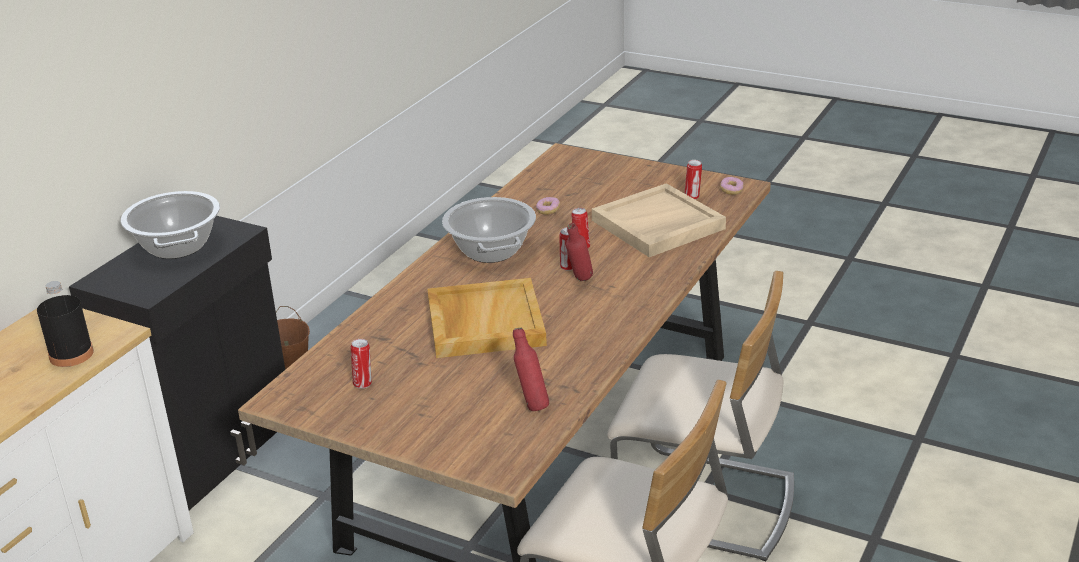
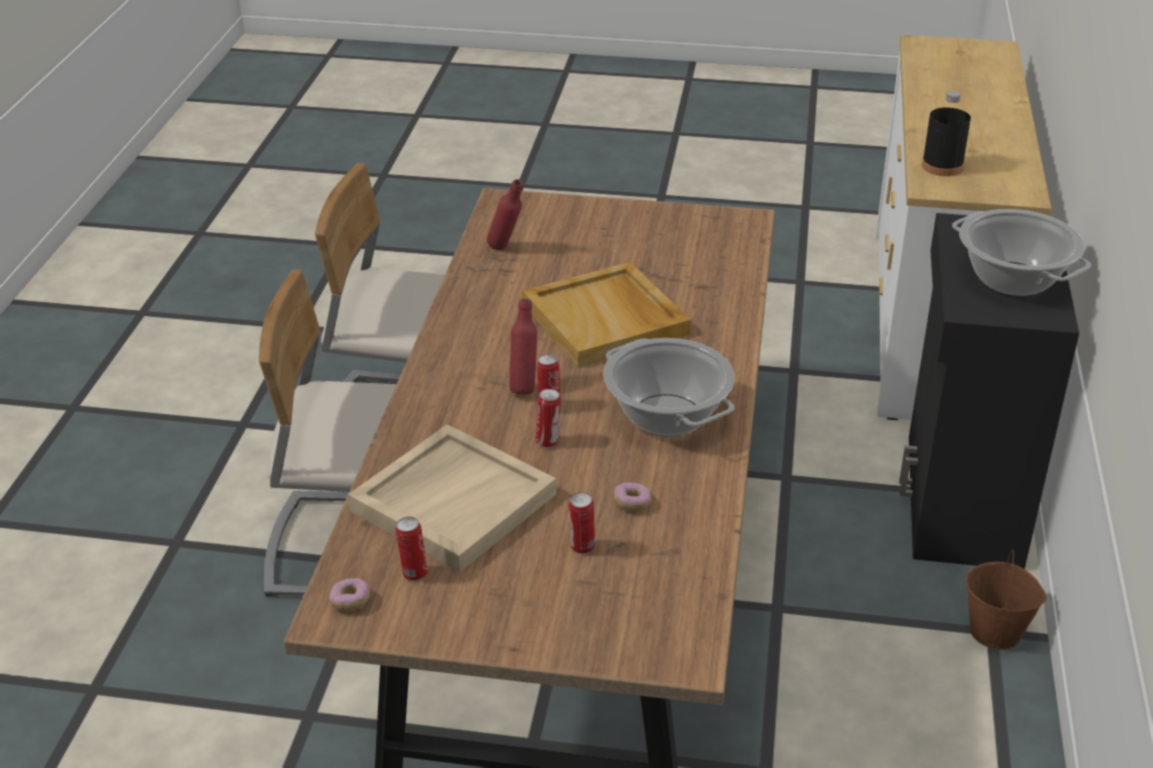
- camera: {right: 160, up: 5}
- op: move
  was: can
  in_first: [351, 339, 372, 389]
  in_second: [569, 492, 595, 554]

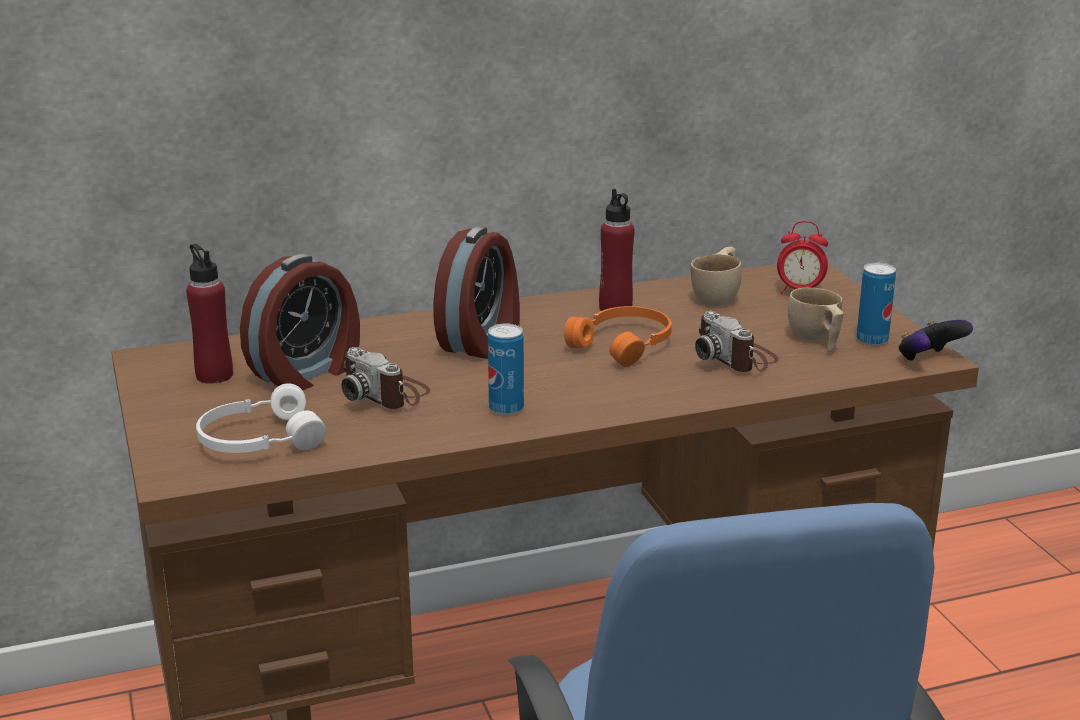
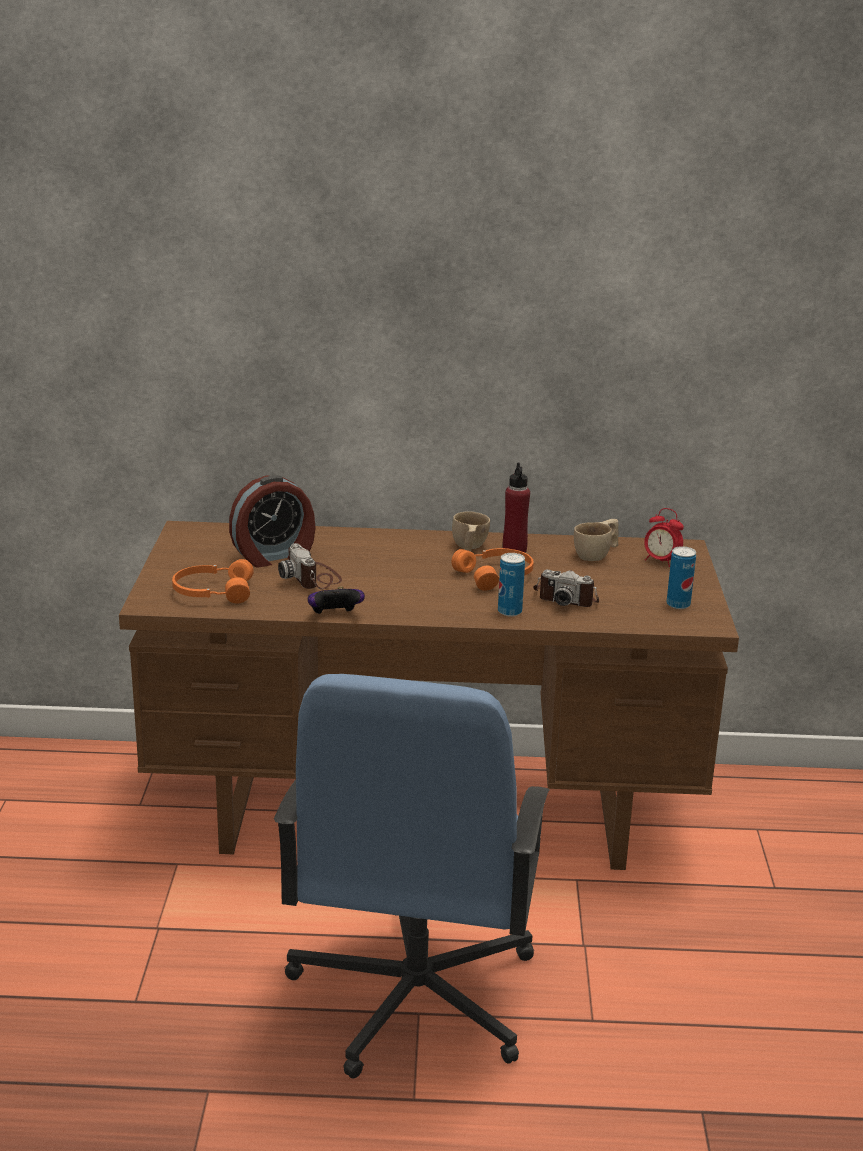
- camera: {right: 20, up: 0}
- op: delete
  was: red bottle
  in_first: [186, 244, 233, 384]
- op: delete
  was: alarm clock
  in_first: [433, 226, 520, 359]
- op: move
  was: can
  in_first: [488, 324, 524, 415]
  in_second: [498, 553, 525, 617]
- op: move
  was: beige cup
  in_first: [788, 288, 844, 352]
  in_second: [452, 511, 490, 551]
- op: move
  was: game controller
  in_first: [899, 320, 973, 362]
  in_second: [308, 587, 365, 614]
- op: recolor
  was: white headphones
  now: orange headphones
  in_first: [196, 383, 326, 453]
  in_second: [172, 559, 254, 604]
- op: rotate
  was: photo camera
  in_first: [695, 311, 779, 372]
  in_second: [533, 569, 599, 607]
  clockwise: -60

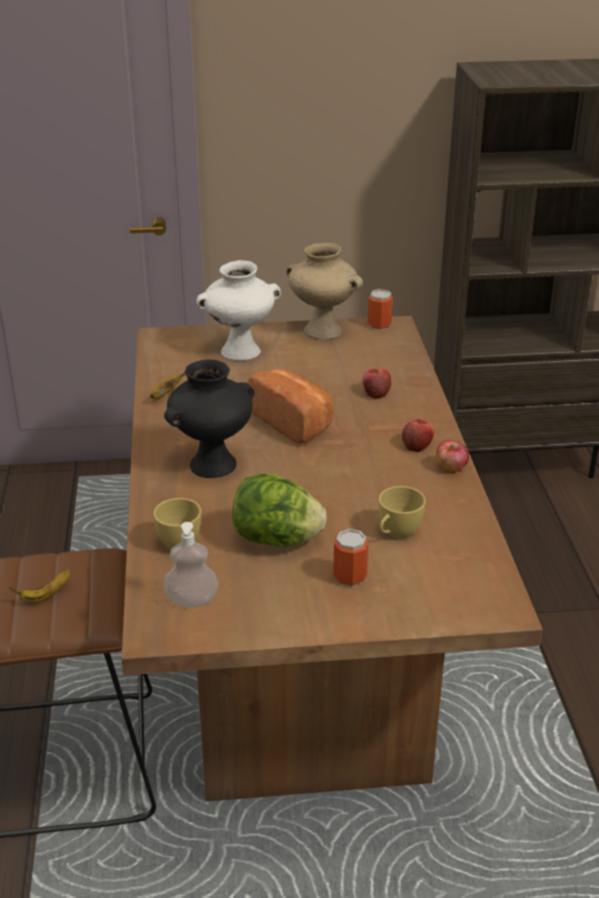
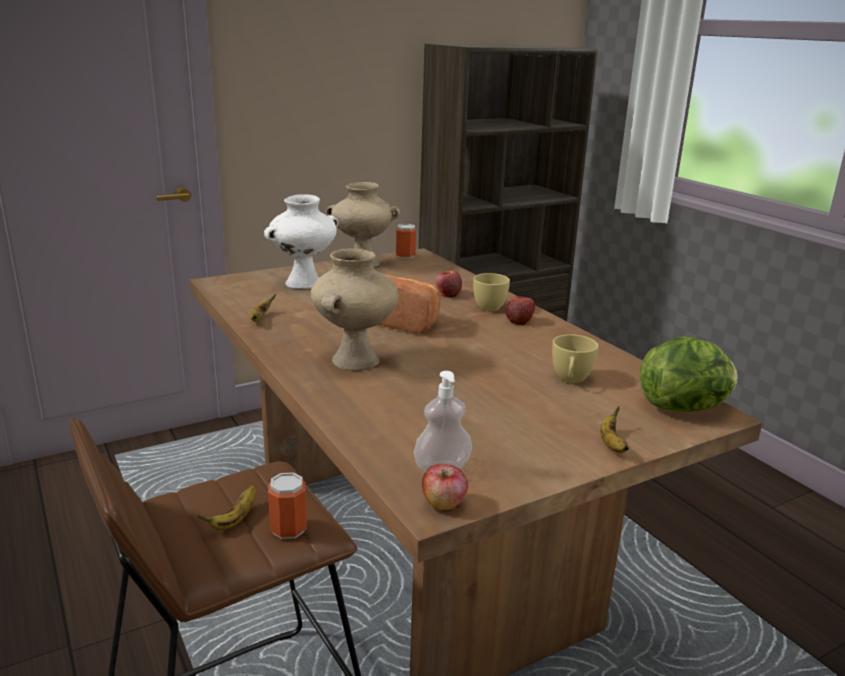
- camera: {right: -25, up: -10}
- op: insert
  now: banana
  in_second: [600, 406, 629, 453]
- op: move
  was: yellow cup
  in_first: [153, 498, 201, 550]
  in_second: [473, 273, 510, 311]
- op: move
  was: lettuce
  in_first: [232, 474, 327, 547]
  in_second: [640, 337, 738, 412]
- op: move
  was: can
  in_first: [333, 529, 368, 587]
  in_second: [268, 472, 307, 539]
- op: move
  was: apple
  in_first: [436, 440, 469, 473]
  in_second: [422, 464, 468, 512]
- op: recolor
  was: black vase
  now: beige vase
  in_first: [164, 360, 254, 478]
  in_second: [311, 248, 398, 371]

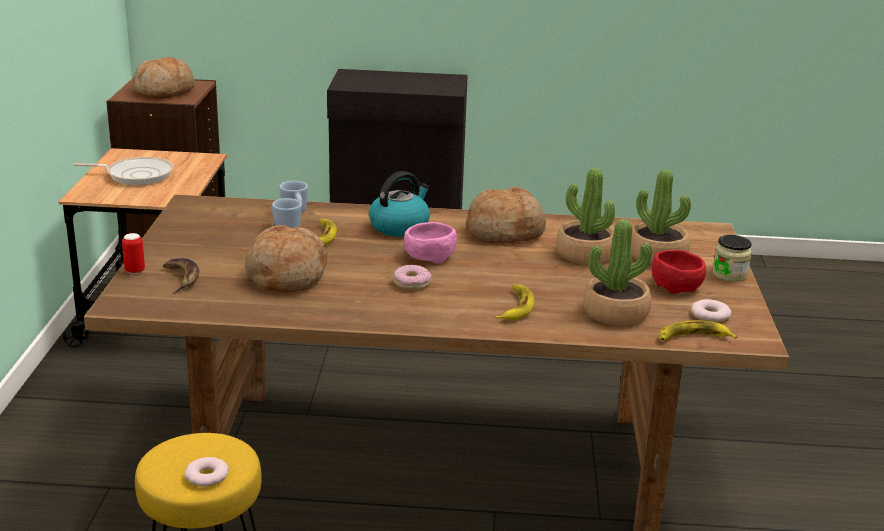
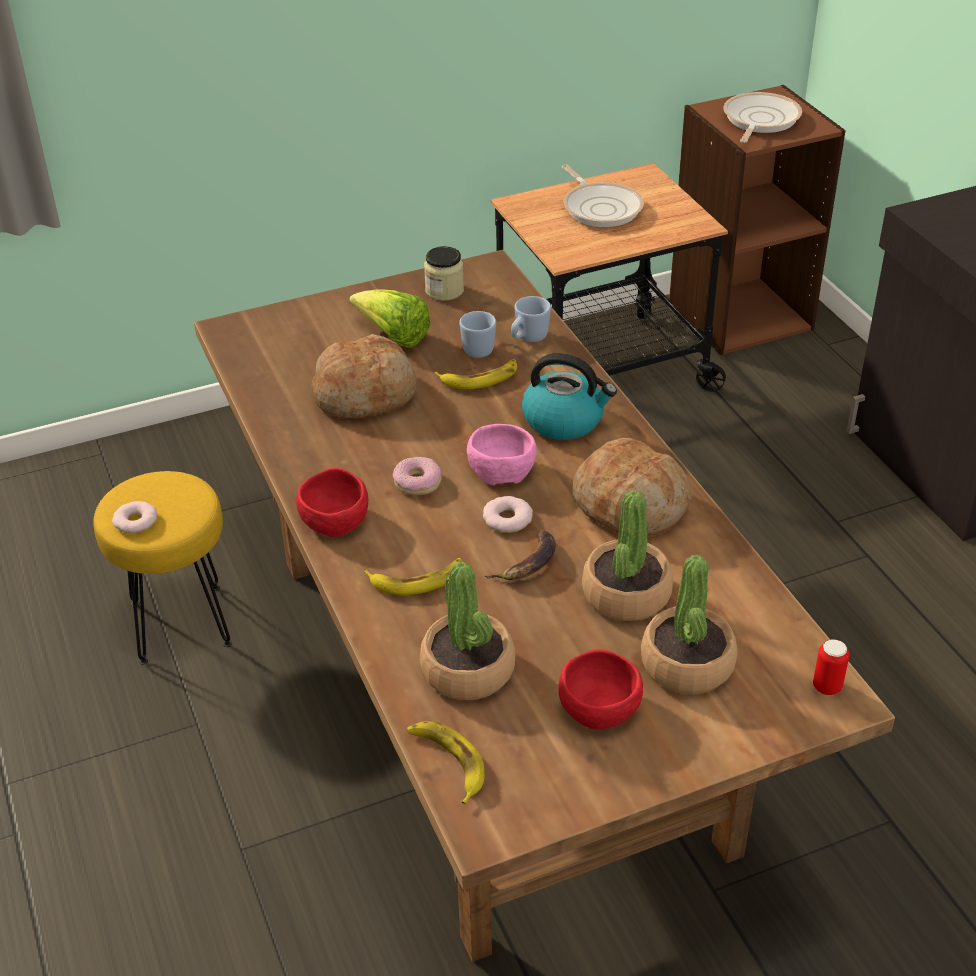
- camera: {right: 65, up: 15}
- op: insert
  now: red bowl
  in_second: [296, 468, 368, 537]
- op: insert
  now: lettuce
  in_second: [349, 290, 430, 348]
- op: move
  was: can
  in_first: [122, 233, 145, 274]
  in_second: [813, 639, 849, 695]
- op: move
  was: banana
  in_first: [163, 258, 199, 294]
  in_second: [485, 531, 556, 580]
- op: move
  was: donut
  in_first: [691, 299, 732, 323]
  in_second: [483, 496, 533, 533]
- op: move
  was: jar
  in_first: [712, 235, 752, 282]
  in_second: [424, 246, 464, 301]
- op: replace
  was: bread
  now: frying pan
  in_first: [133, 57, 195, 99]
  in_second: [724, 92, 802, 143]

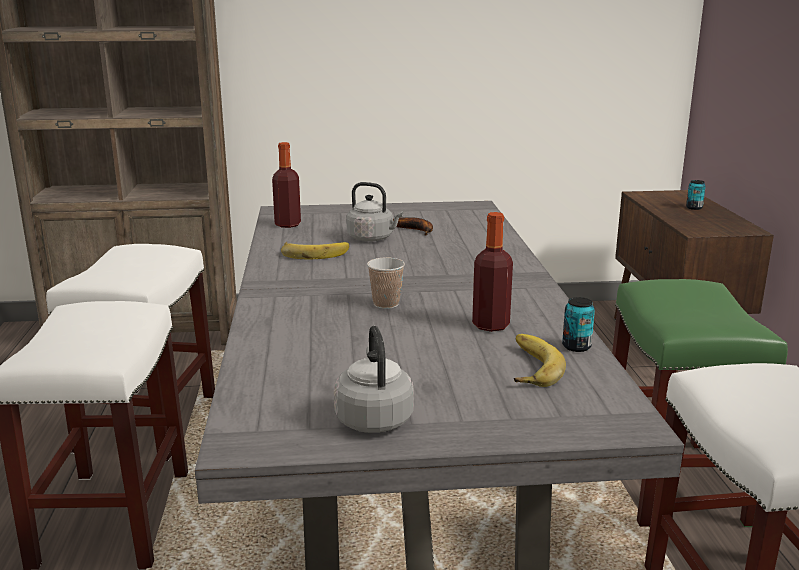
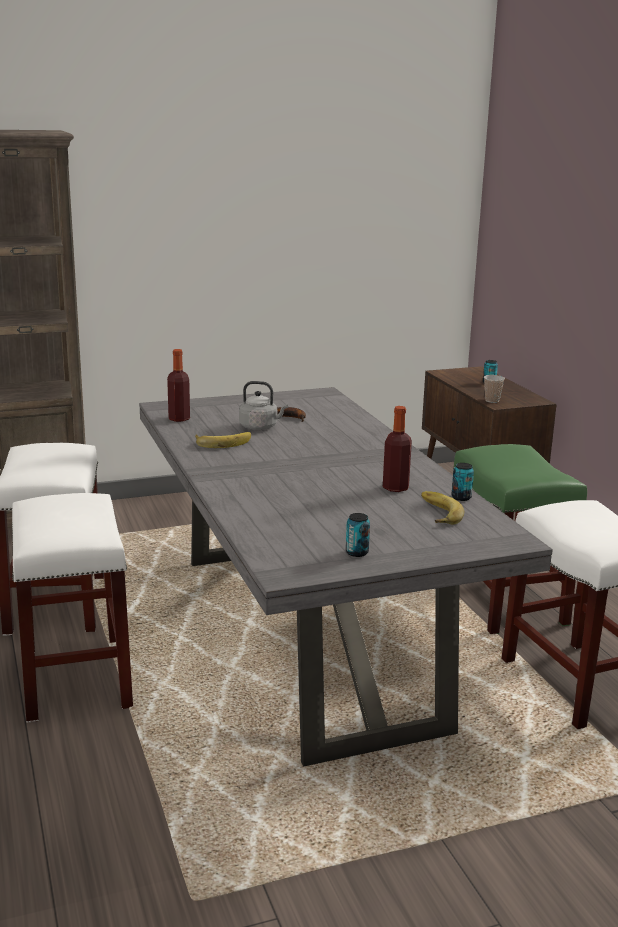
- camera: {right: -15, up: 0}
- op: move
  was: cup
  in_first: [367, 257, 405, 309]
  in_second: [484, 375, 505, 403]
- op: replace
  was: grey kettle
  now: can
  in_first: [334, 326, 414, 433]
  in_second: [346, 513, 370, 557]

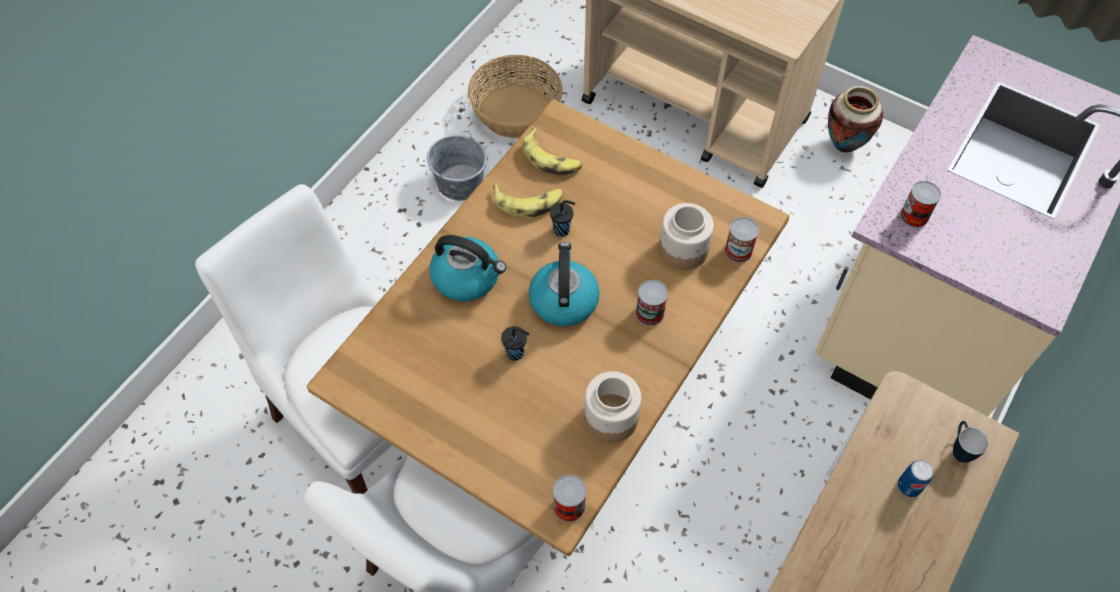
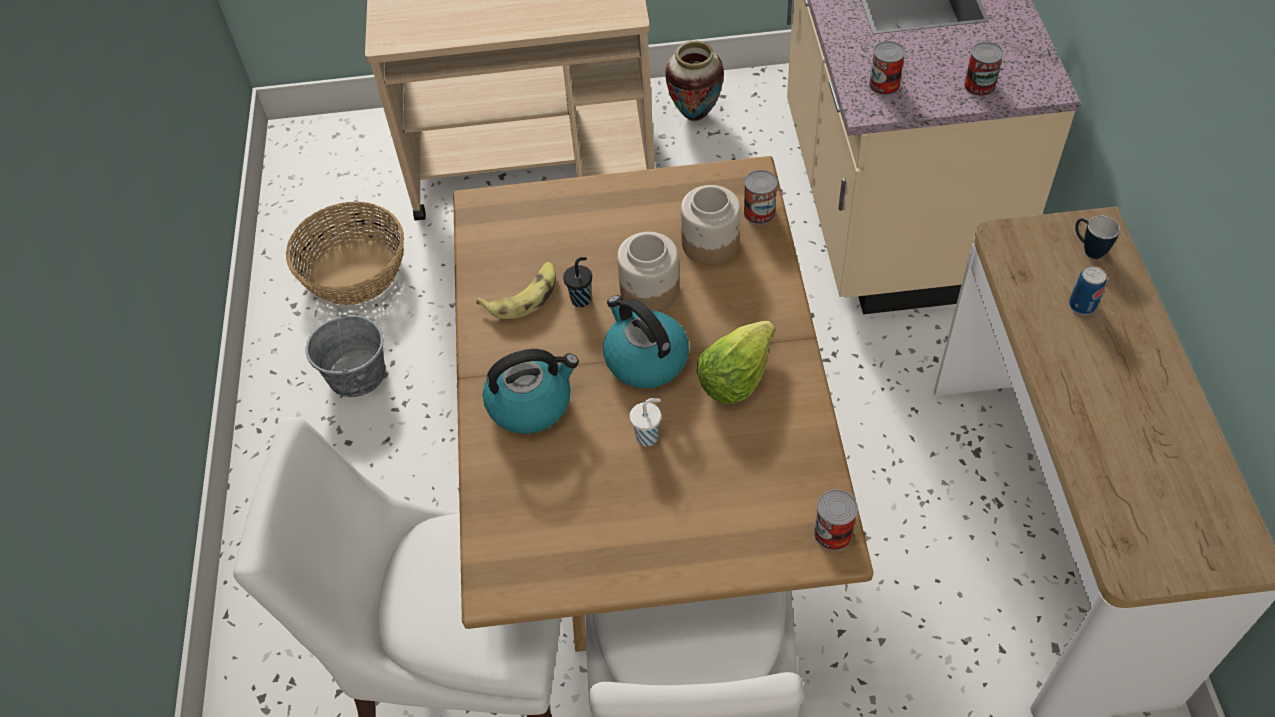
- camera: {right: -35, up: -5}
- op: delete
  was: banana
  in_first: [523, 128, 582, 175]
- op: insert
  now: lettuce
  in_second: [696, 321, 775, 405]
- op: move
  was: jar
  in_first: [584, 371, 641, 443]
  in_second: [617, 232, 679, 312]
- op: move
  was: can
  in_first: [636, 280, 668, 326]
  in_second: [964, 42, 1004, 97]
- op: recolor
  was: black cup
  now: white cup
  in_first: [501, 326, 529, 361]
  in_second: [629, 398, 661, 446]

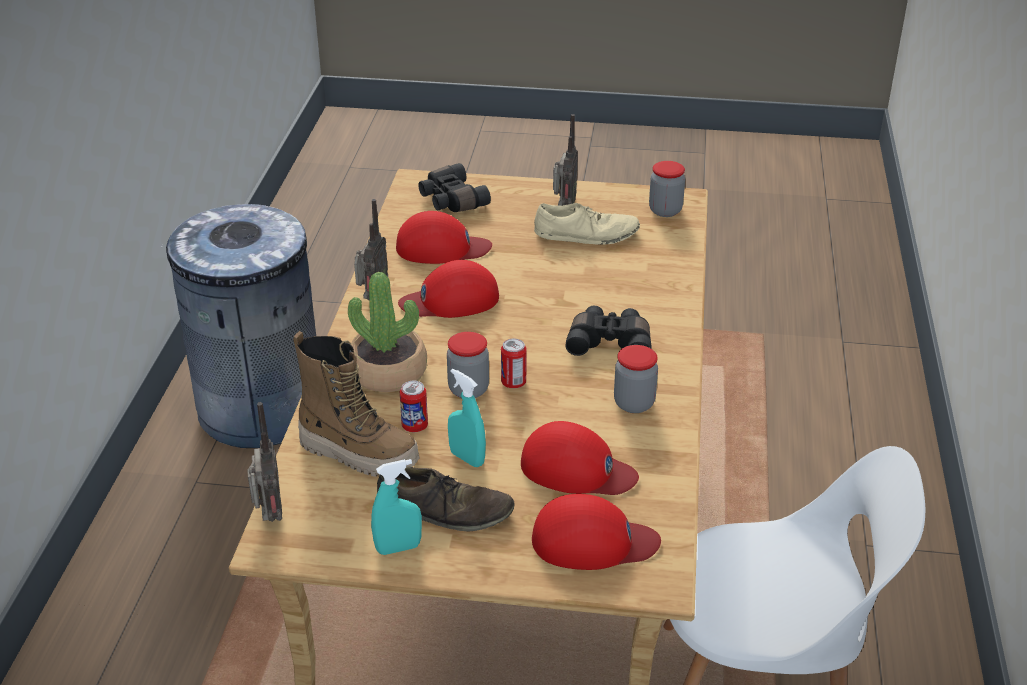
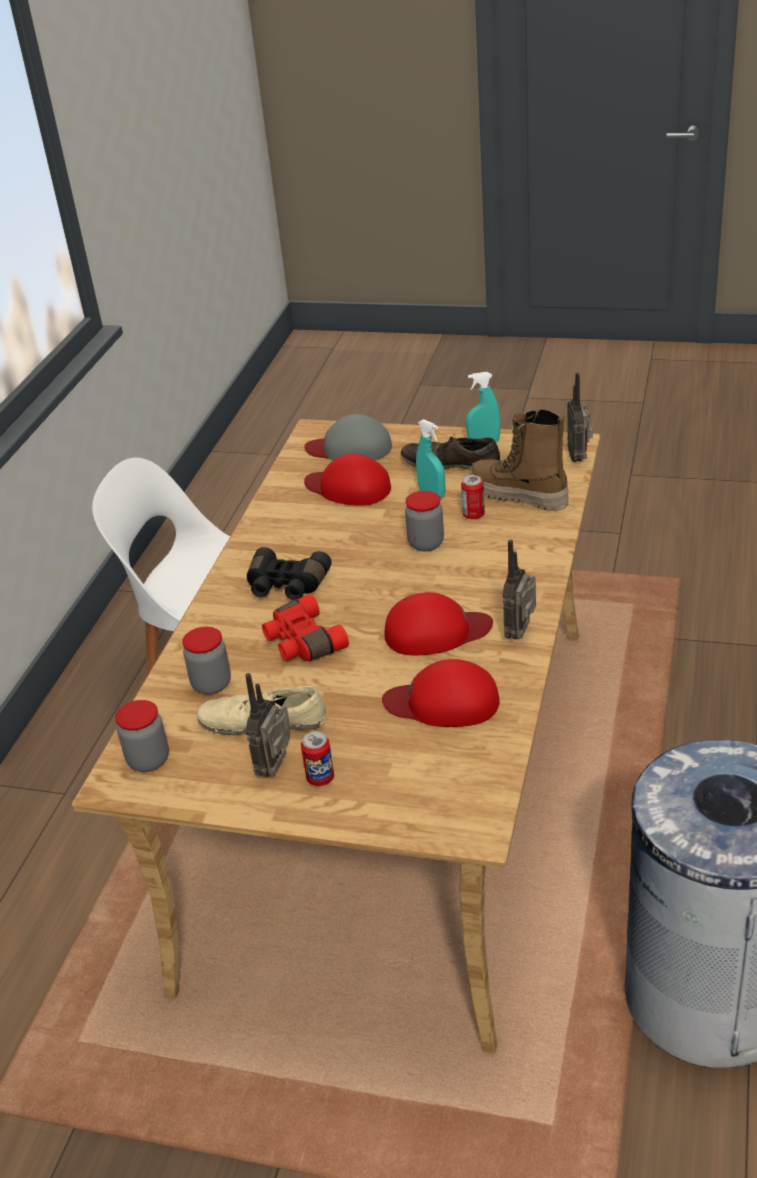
- camera: {right: -170, up: 0}
- op: delete
  was: potted plant
  in_first: [348, 272, 427, 392]
- op: delete
  was: black binoculars
  in_first: [418, 163, 491, 212]
- op: insert
  now: red binoculars
  in_second: [262, 594, 349, 661]
- op: move
  was: can
  in_first: [501, 339, 527, 388]
  in_second: [301, 731, 334, 786]
- op: move
  was: jar
  in_first: [614, 345, 658, 413]
  in_second: [182, 627, 231, 695]
- op: recolor
  was: red cap
  now: grey cap
  in_first: [532, 494, 661, 570]
  in_second: [304, 414, 392, 460]

